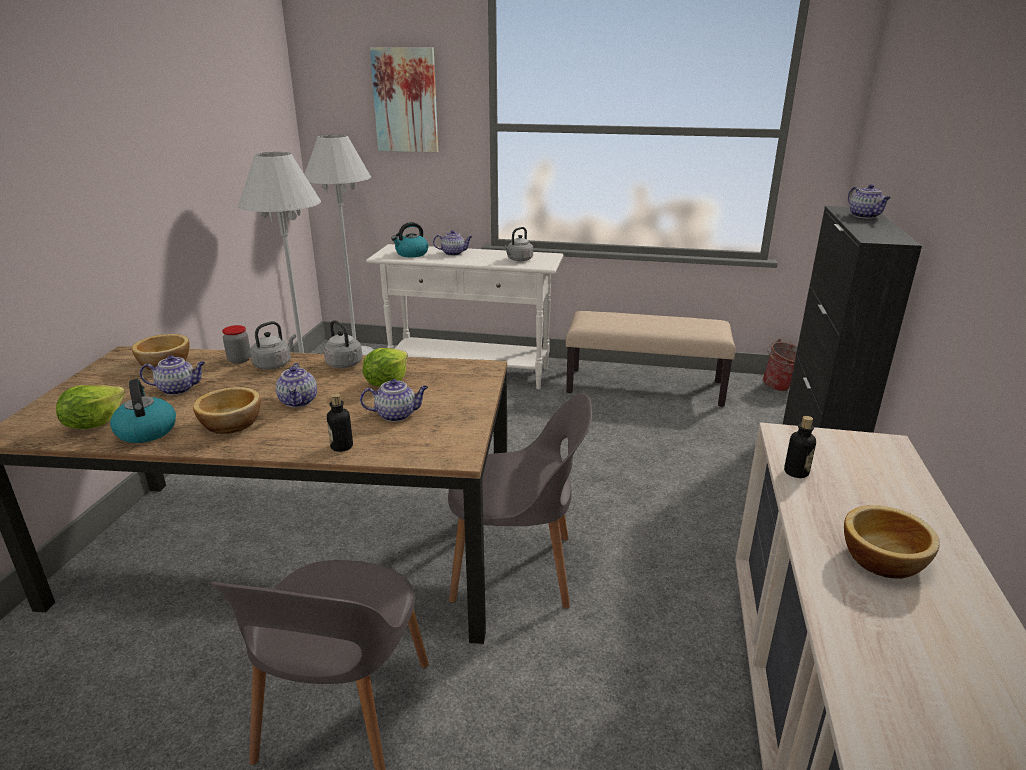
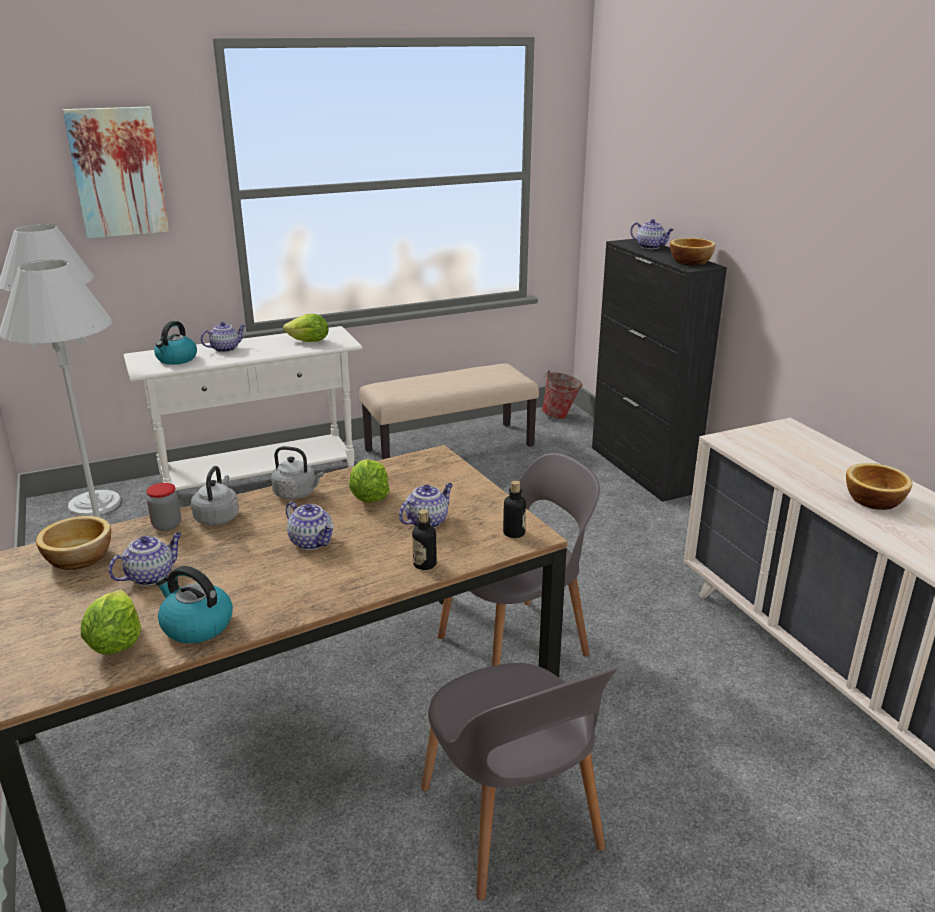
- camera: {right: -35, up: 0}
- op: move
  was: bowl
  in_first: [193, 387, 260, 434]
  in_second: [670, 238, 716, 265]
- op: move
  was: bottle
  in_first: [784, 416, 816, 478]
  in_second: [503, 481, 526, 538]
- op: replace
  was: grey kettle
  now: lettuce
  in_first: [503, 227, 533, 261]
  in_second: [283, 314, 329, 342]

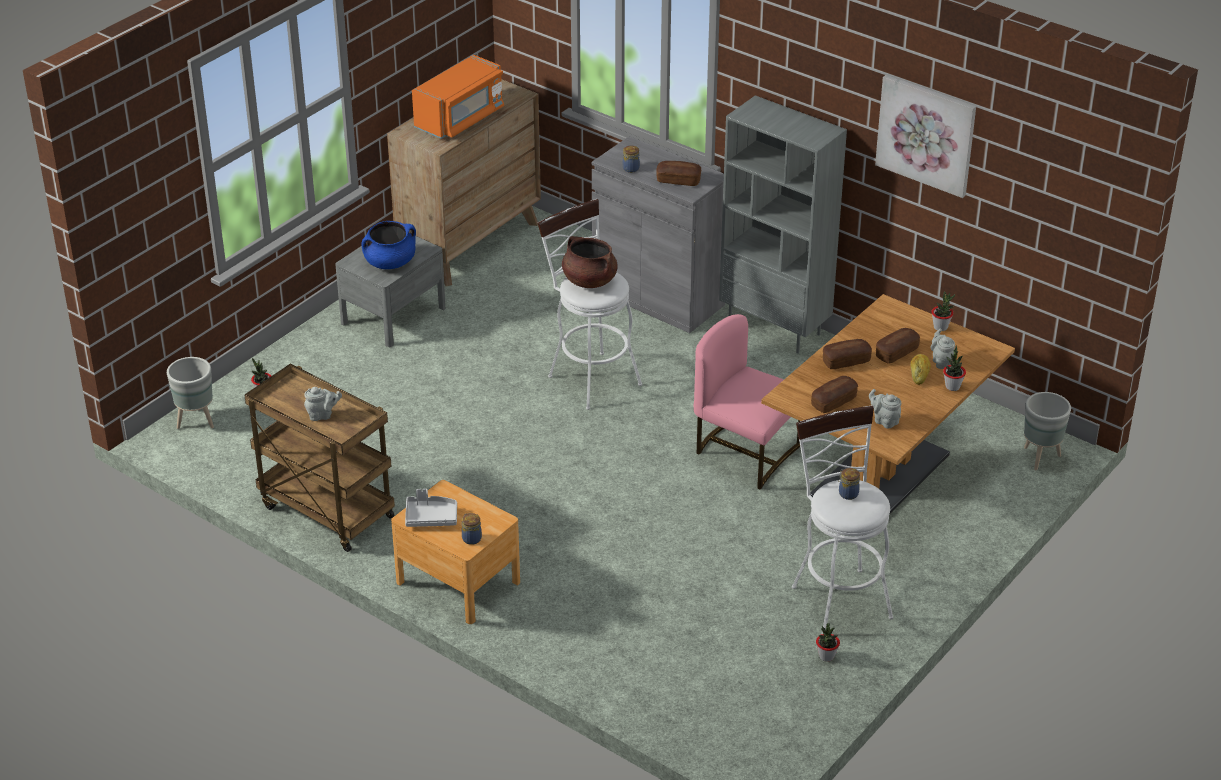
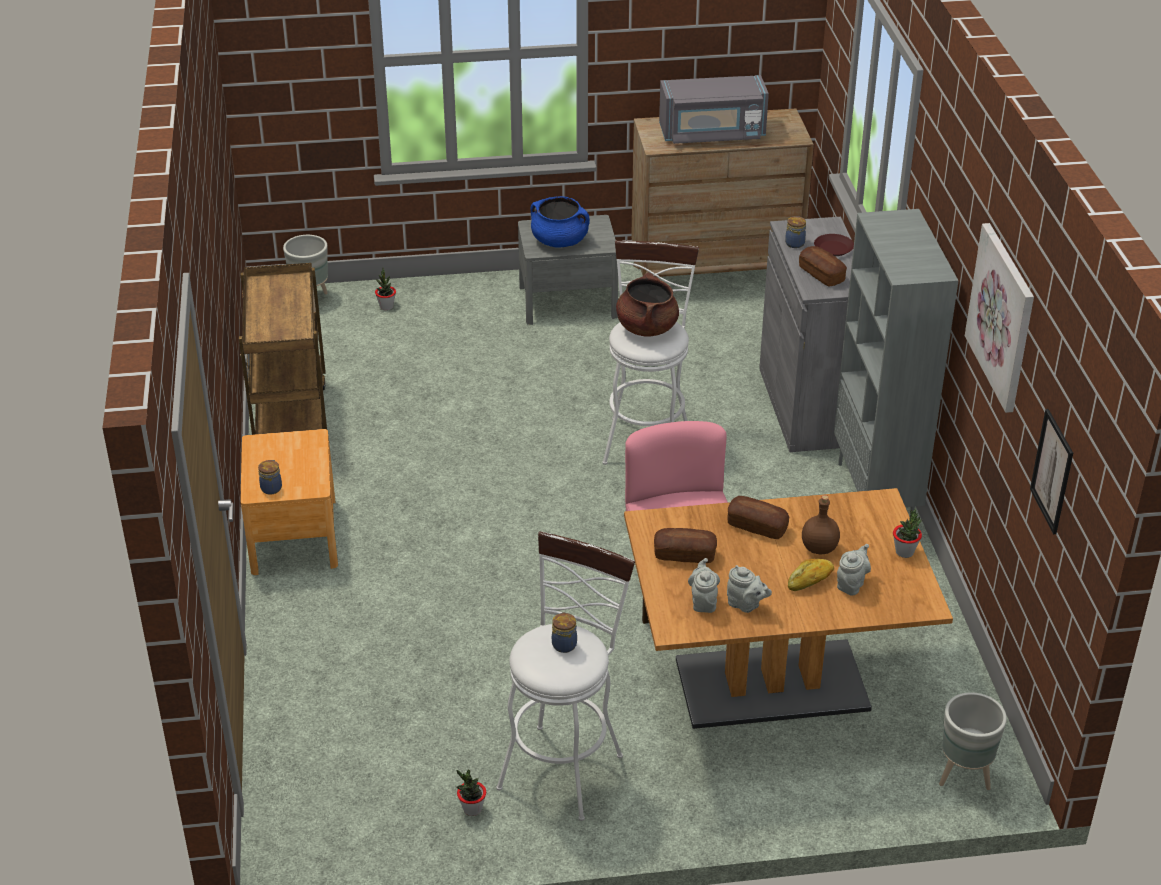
- camera: {right: 45, up: 0}
- op: delete
  was: grey tray
  in_first: [405, 489, 457, 527]
- op: delete
  was: potted plant
  in_first: [943, 346, 966, 391]
- op: insert
  now: brown plate
  in_second: [814, 234, 854, 256]
- op: insert
  now: picture
  in_second: [1030, 409, 1073, 534]
- op: move
  was: grey teapot
  in_first: [304, 387, 342, 421]
  in_second: [727, 565, 772, 613]
- op: replace
  was: bread
  now: brown bottle
  in_first: [876, 328, 920, 364]
  in_second: [802, 495, 840, 554]
- op: recolor
  was: orange microwave
  now: grey microwave
  in_first: [412, 55, 504, 139]
  in_second: [659, 75, 769, 144]

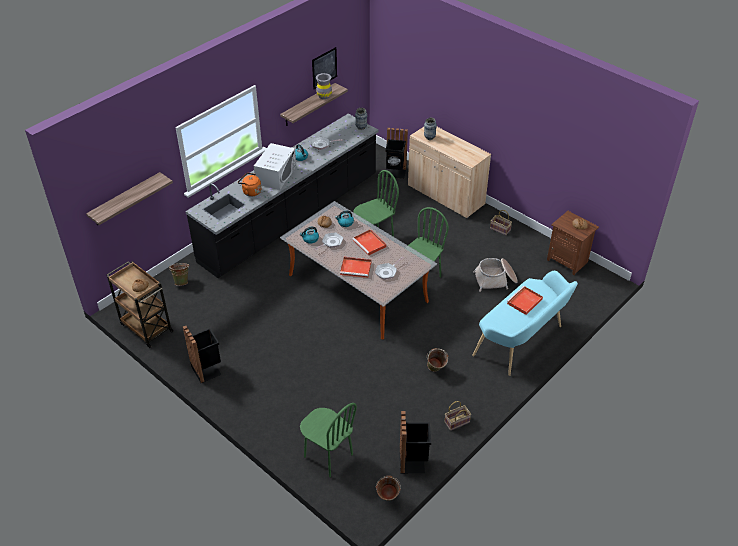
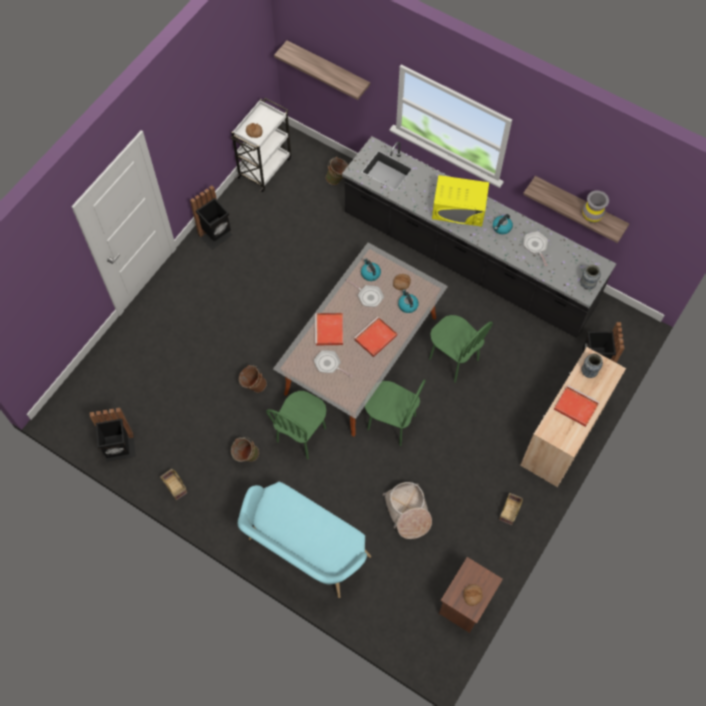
- camera: {right: 80, up: 20}
- op: delete
  was: orange kettle
  in_first: [238, 173, 261, 197]
- op: delete
  was: picture
  in_first: [312, 47, 337, 89]
- op: move
  was: green chair
  in_first: [300, 403, 357, 477]
  in_second: [266, 391, 326, 459]
- op: move
  was: brown bucket
  in_first: [376, 476, 401, 501]
  in_second: [239, 365, 267, 393]
- op: move
  was: red tray
  in_first: [507, 286, 543, 315]
  in_second: [553, 385, 599, 427]
- op: recolor
  was: brown cart
  now: white cart
  in_first: [107, 261, 174, 348]
  in_second: [230, 98, 291, 192]
- op: recolor
  was: white microwave
  now: yellow microwave
  in_first: [254, 143, 296, 190]
  in_second: [432, 175, 489, 227]

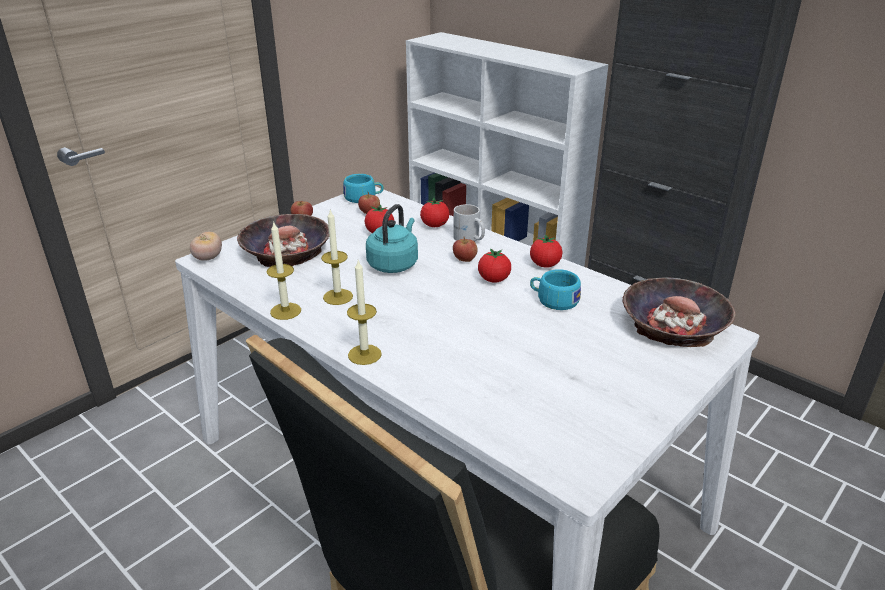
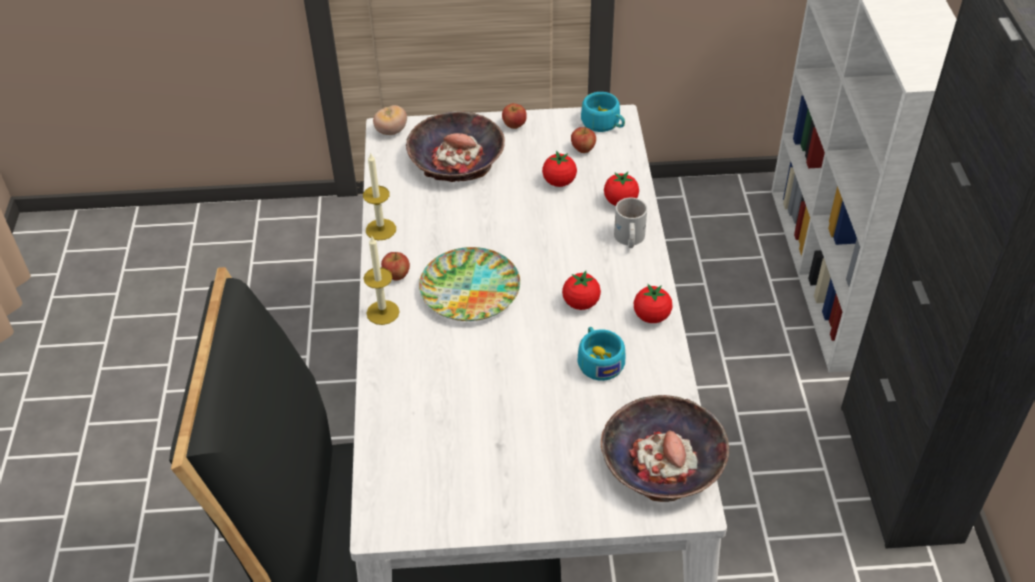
- camera: {right: 45, up: 15}
- op: delete
  was: candle
  in_first: [321, 210, 353, 305]
- op: delete
  was: turquoise kettle
  in_first: [366, 204, 418, 273]
- op: insert
  now: plate
  in_second: [419, 247, 520, 321]
- op: move
  was: apple
  in_first: [453, 237, 477, 262]
  in_second: [381, 252, 410, 281]

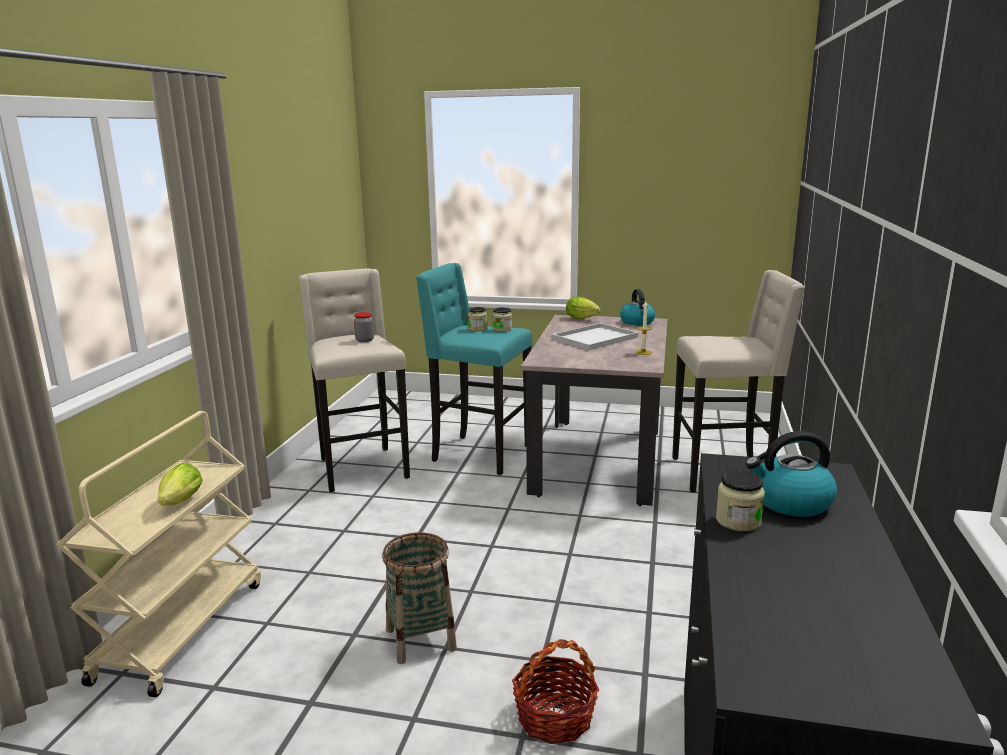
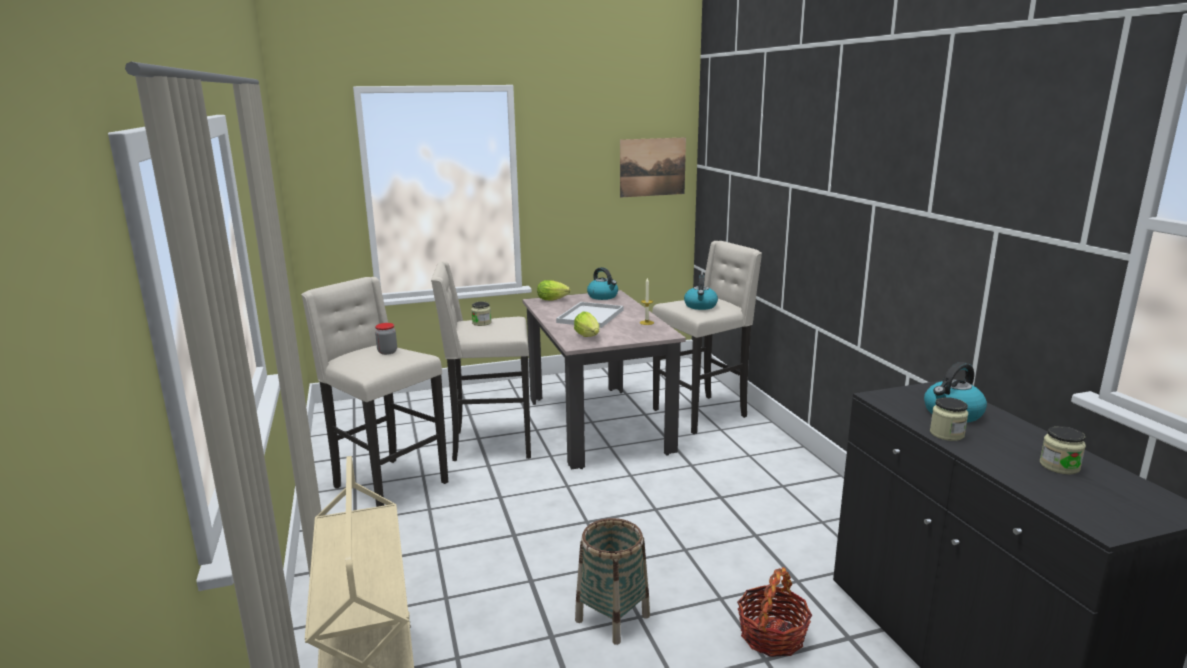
- camera: {right: -30, up: 0}
- op: insert
  now: picture
  in_second: [620, 137, 686, 198]
- op: insert
  now: kettle
  in_second: [684, 275, 718, 310]
- op: move
  was: lettuce
  in_first: [158, 463, 203, 506]
  in_second: [574, 311, 599, 337]
- op: move
  was: jar
  in_first: [492, 307, 512, 332]
  in_second: [1040, 426, 1086, 474]
- op: recolor
  was: turquoise stool
  now: beige stool
  in_first: [416, 263, 533, 475]
  in_second: [431, 261, 531, 461]

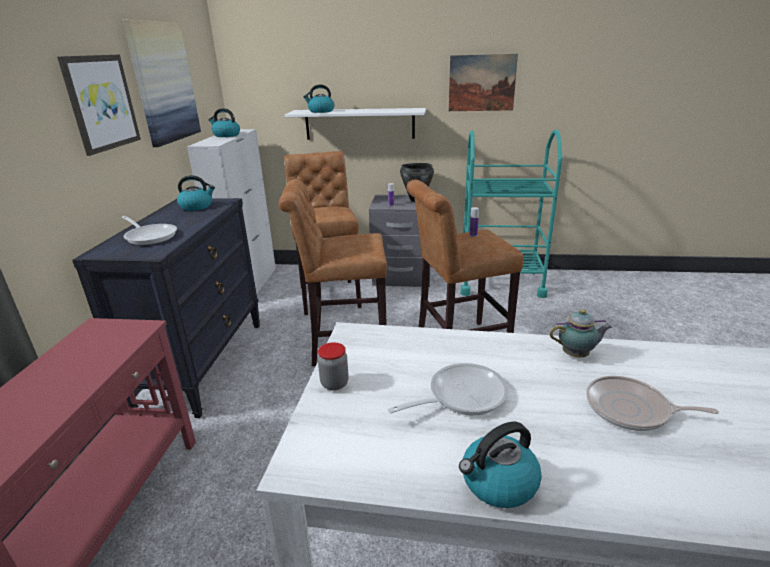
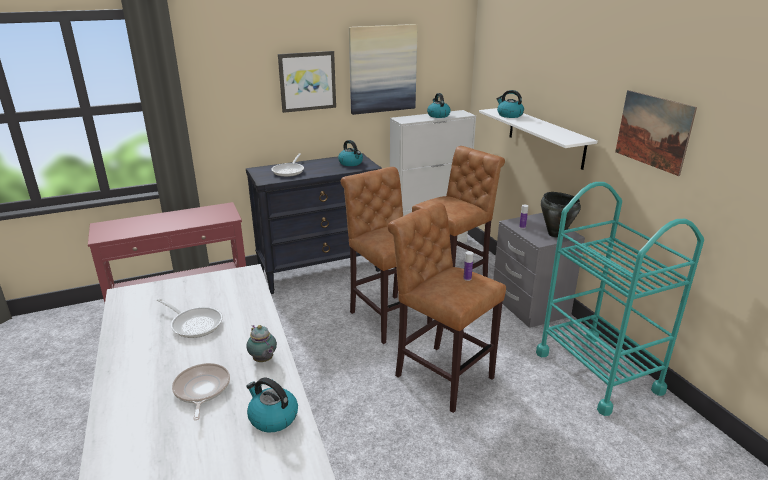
- camera: {right: 60, up: 0}
- op: delete
  was: jar
  in_first: [318, 342, 349, 390]
- op: move
  was: kettle
  in_first: [459, 422, 542, 508]
  in_second: [247, 378, 298, 433]

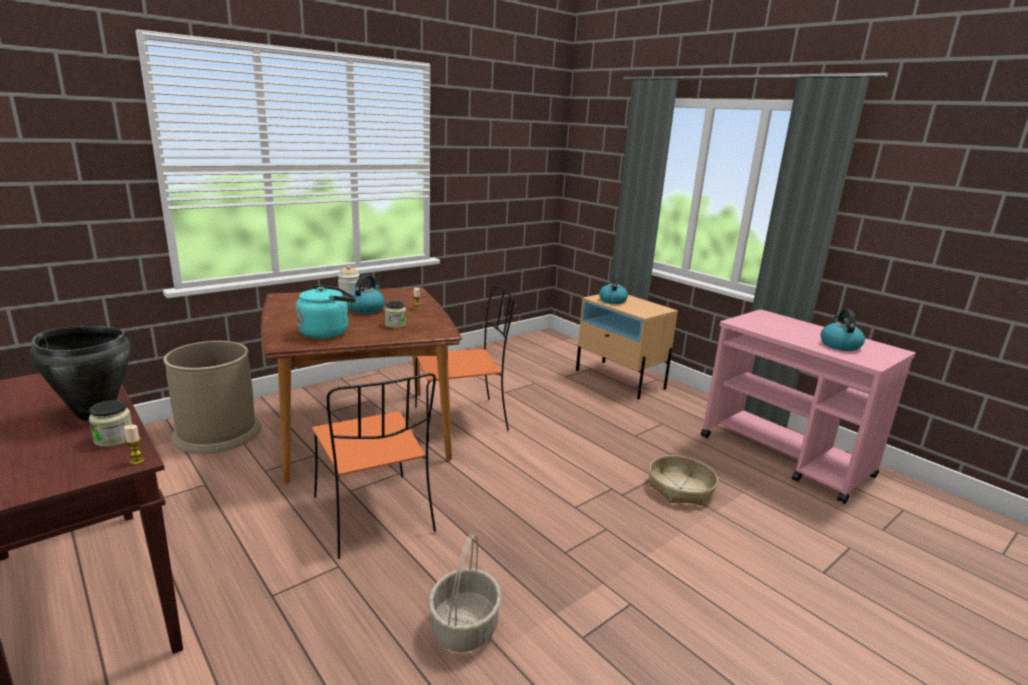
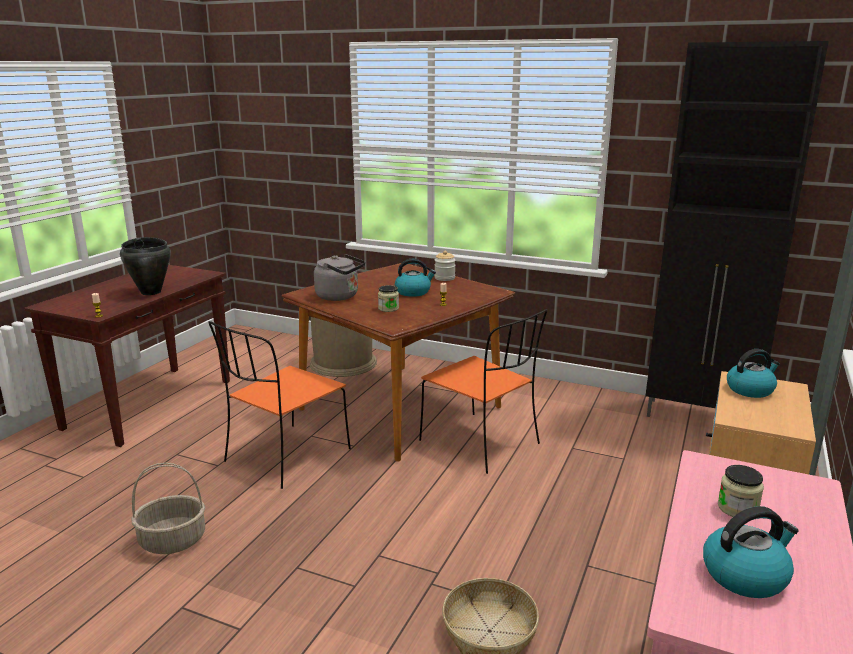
- camera: {right: 65, up: 0}
- op: insert
  now: black cabinet
  in_second: [646, 41, 829, 417]
- op: move
  was: jar
  in_first: [89, 400, 132, 447]
  in_second: [718, 465, 764, 517]
- op: recolor
  was: turquoise kettle
  now: grey kettle
  in_first: [296, 285, 356, 339]
  in_second: [314, 254, 365, 301]

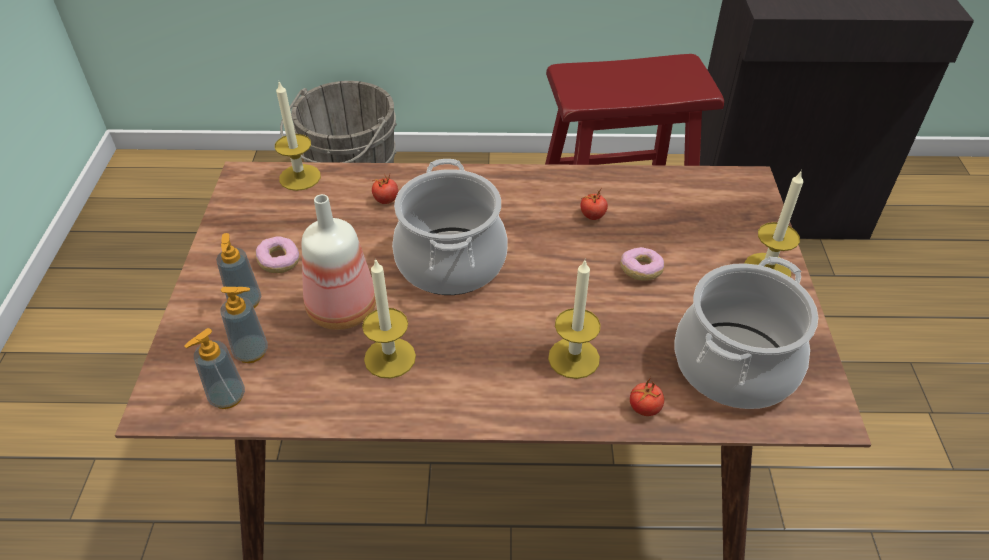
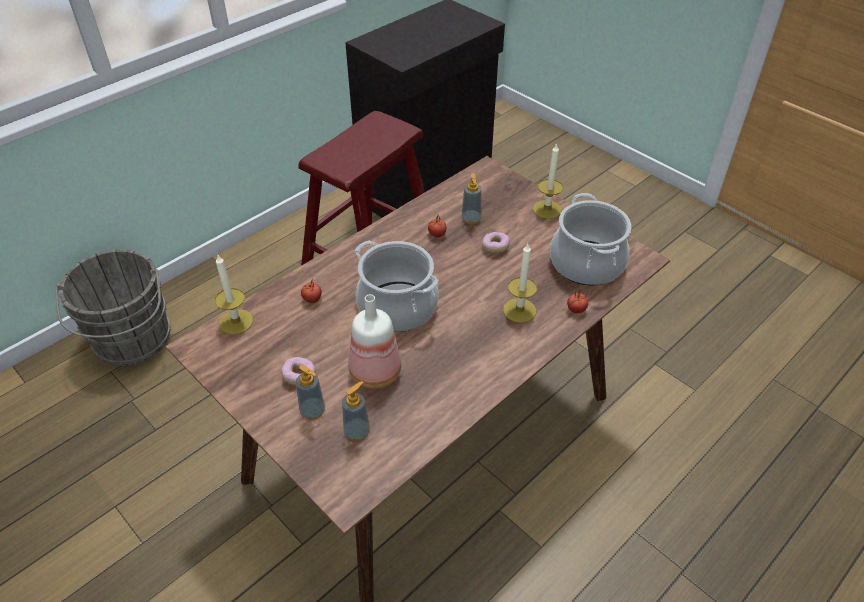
- camera: {right: -45, up: 0}
- op: delete
  was: candle
  in_first: [362, 258, 416, 378]
- op: move
  was: soap dispenser
  in_first: [185, 328, 245, 409]
  in_second: [461, 173, 482, 225]

